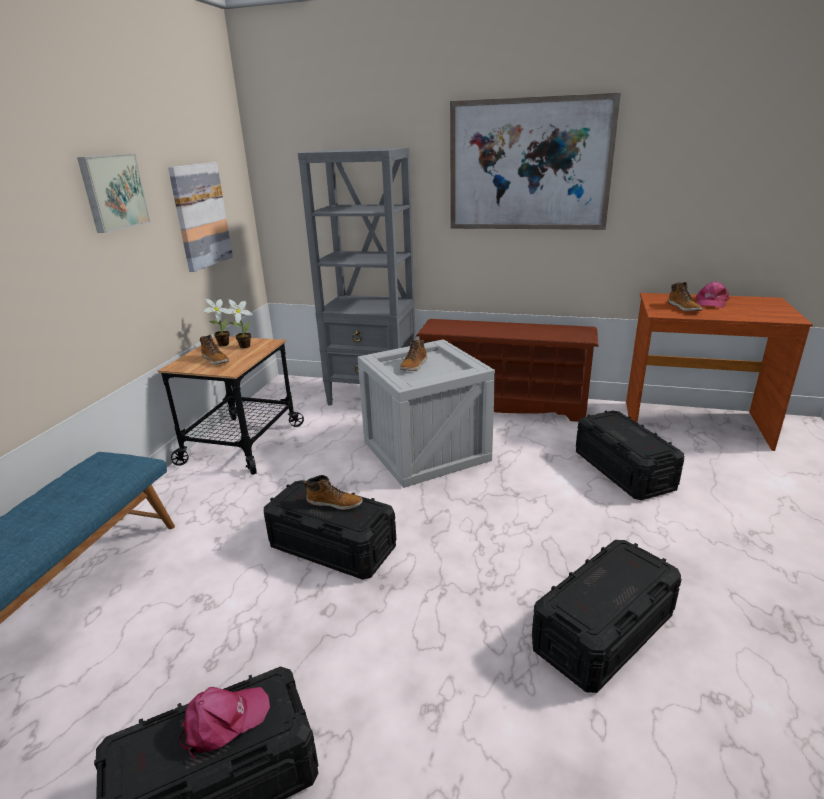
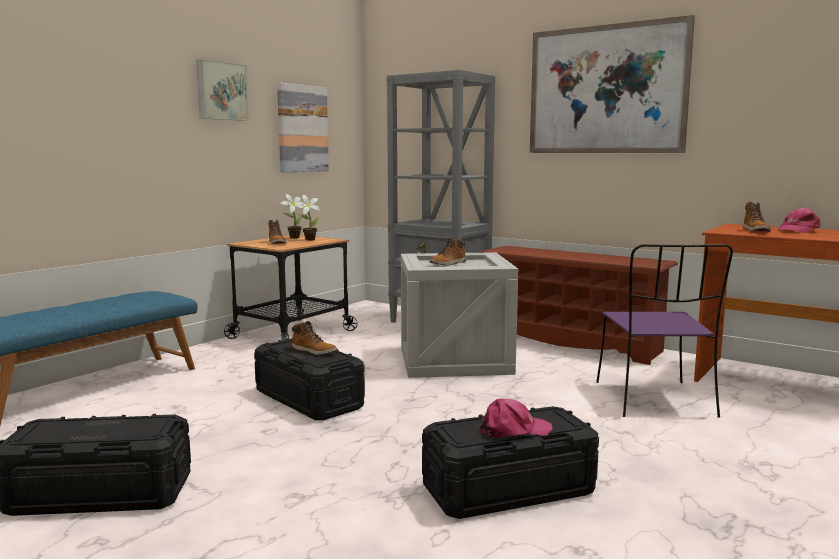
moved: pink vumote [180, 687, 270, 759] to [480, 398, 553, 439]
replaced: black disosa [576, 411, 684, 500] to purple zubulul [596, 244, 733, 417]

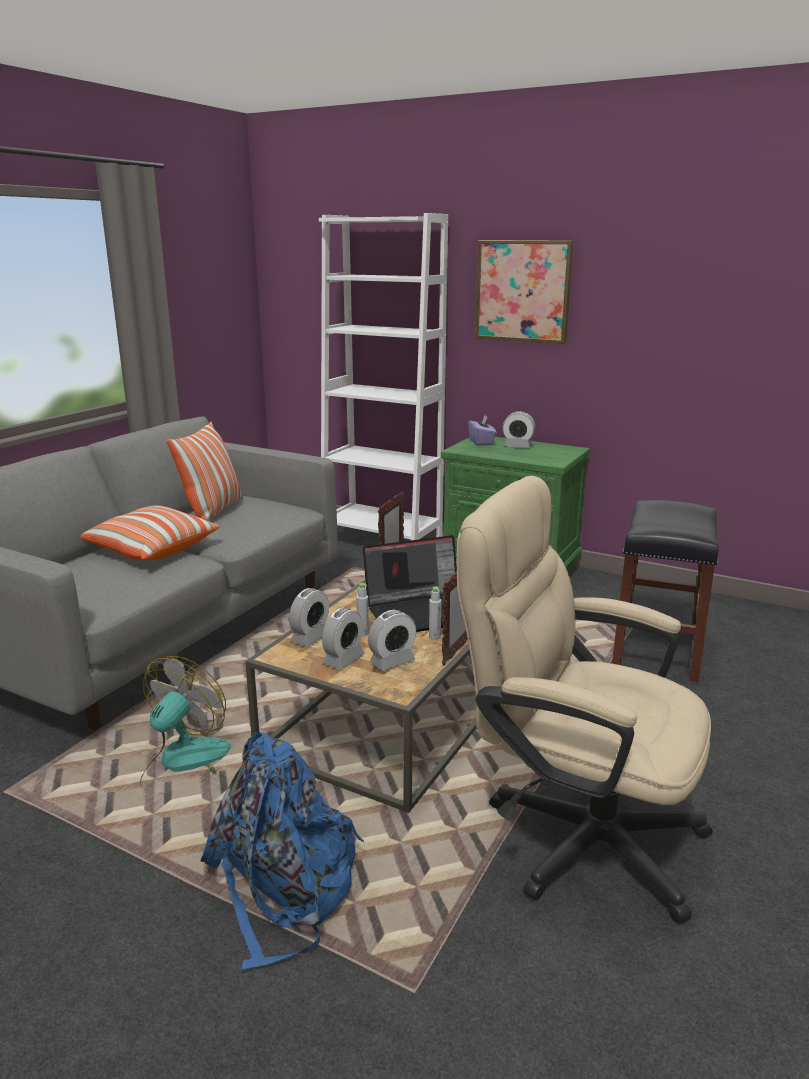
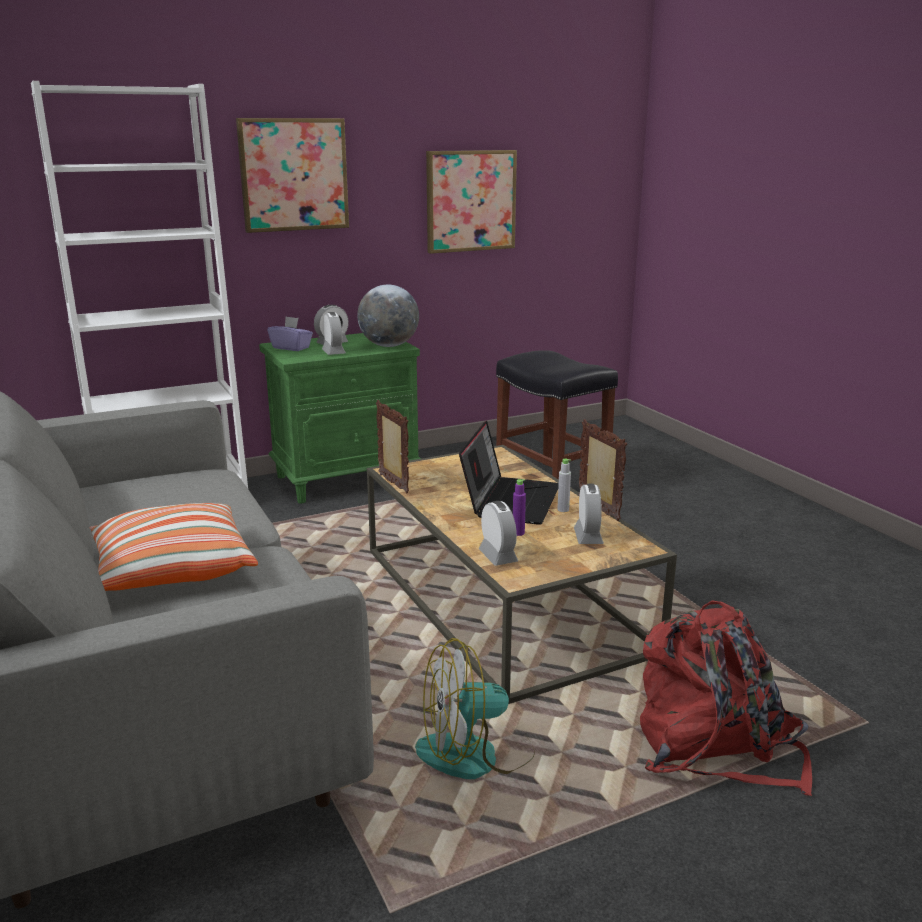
removed: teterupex [167, 422, 243, 521]; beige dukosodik [457, 476, 713, 924]
added: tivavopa [357, 285, 419, 347]; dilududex [426, 150, 517, 254]
moved: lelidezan [322, 608, 365, 670] to [322, 312, 346, 355]
recoloured: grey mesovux [356, 583, 369, 636] to purple mesovux [513, 479, 526, 536]; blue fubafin [201, 732, 364, 970] to red fubafin [640, 600, 812, 796]
turned: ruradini [140, 656, 231, 795] = [415, 638, 535, 779] 75 degrees counterclockwise

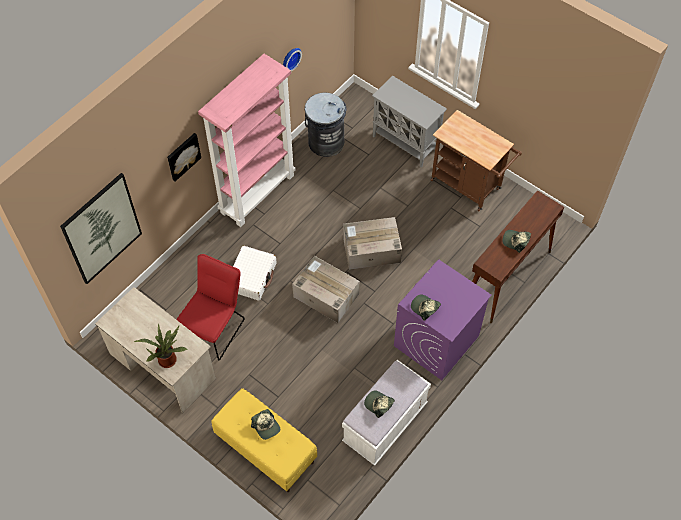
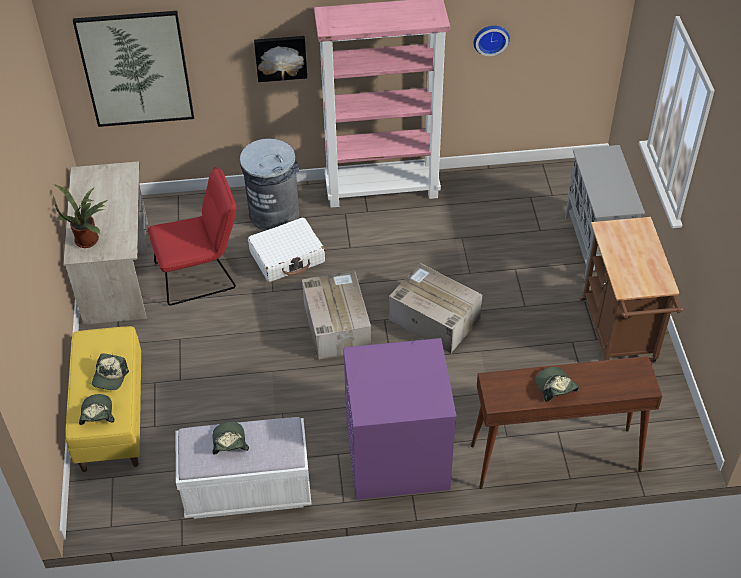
moved: vumote [411, 294, 441, 321] to [79, 394, 115, 425]; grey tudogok [305, 93, 346, 157] to [240, 138, 300, 231]

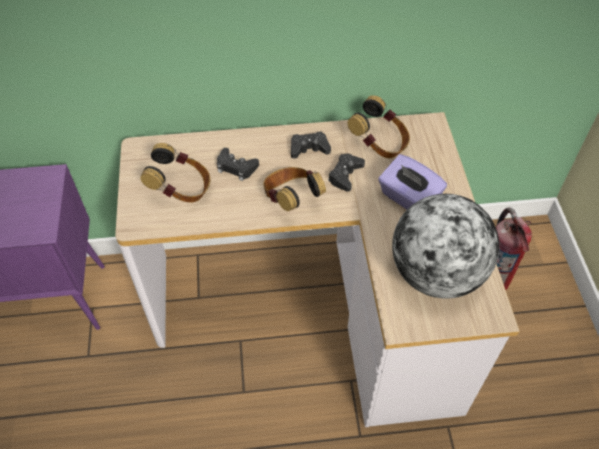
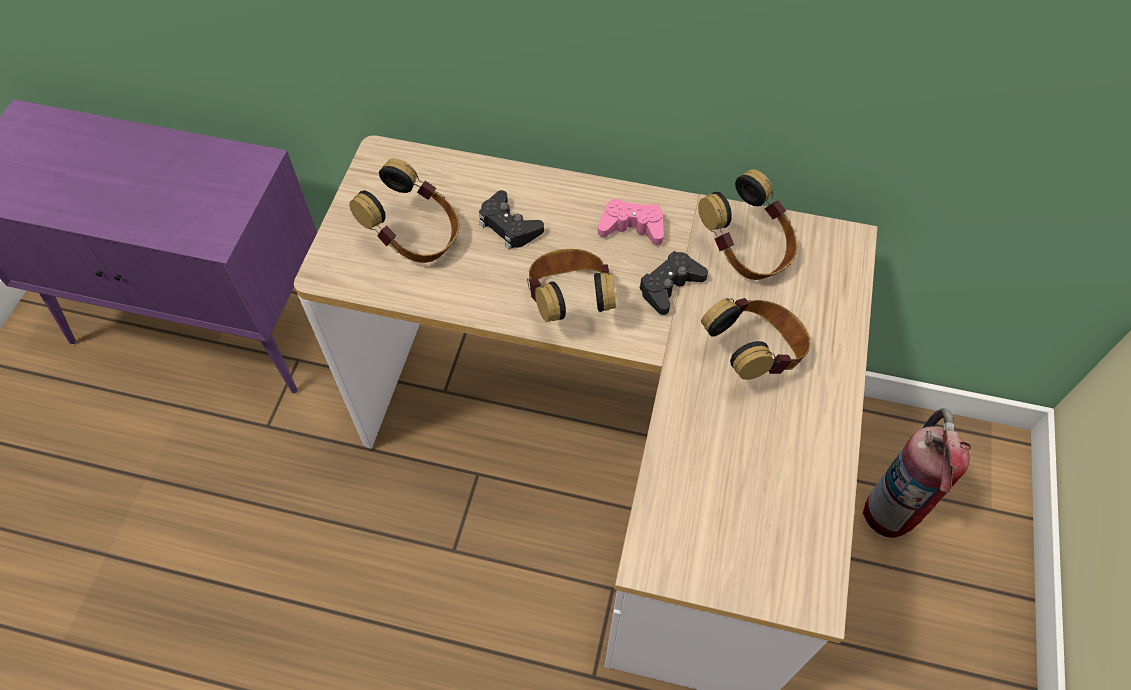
removed: tivavopa [392, 194, 499, 299]
replaced: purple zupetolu [378, 154, 447, 209] to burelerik [701, 298, 811, 380]
recoloured: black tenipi [291, 131, 331, 159] to pink tenipi [598, 198, 664, 245]

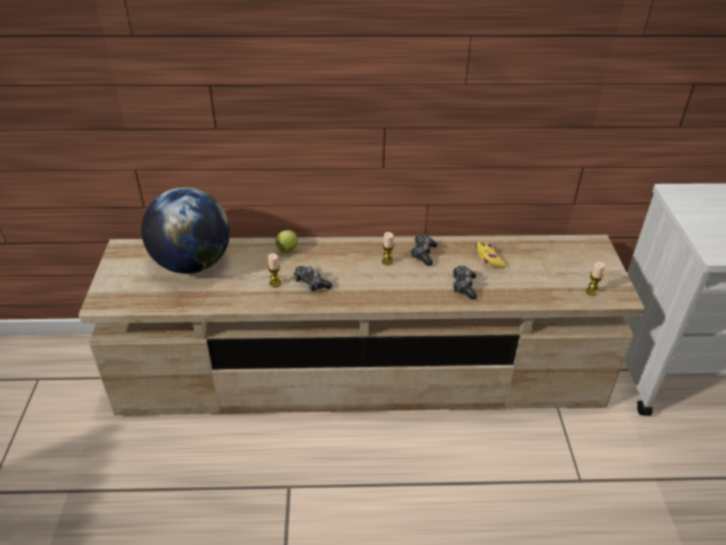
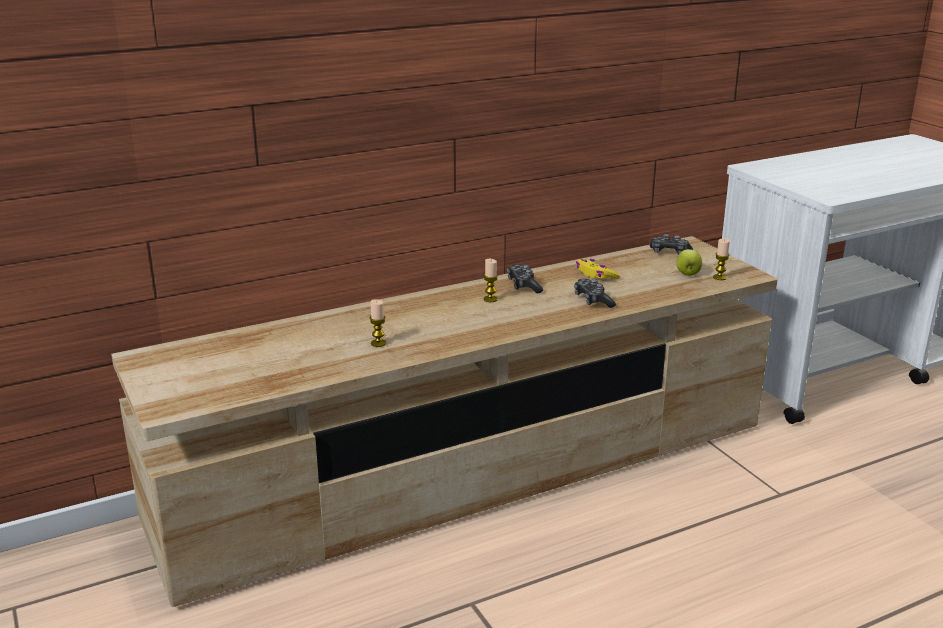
removed: tivavopa [141, 187, 230, 274]
moved: tenipi [293, 266, 332, 292] to [650, 234, 693, 255]; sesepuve [275, 230, 298, 253] to [676, 249, 702, 276]

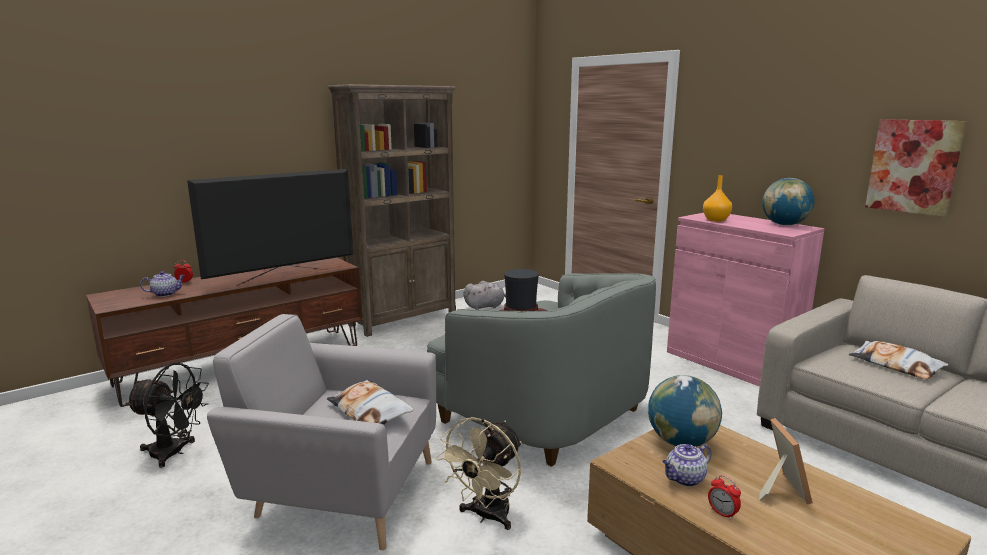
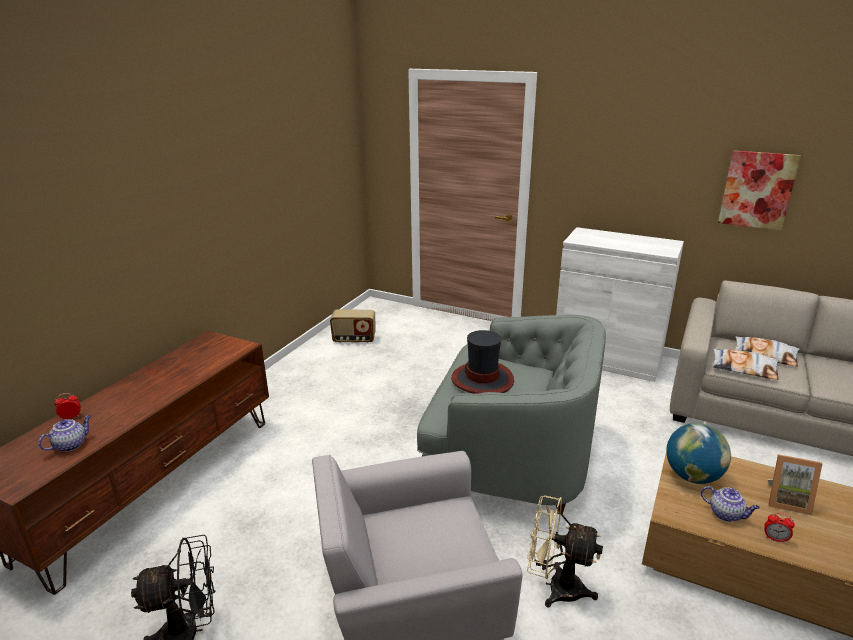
removed: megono [187, 169, 353, 286]; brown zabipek [328, 84, 456, 337]; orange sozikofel [703, 175, 732, 222]; tivavopa [762, 178, 815, 225]
moved: teterupex [327, 380, 414, 424] to [713, 349, 779, 380]
replaced: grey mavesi [463, 281, 506, 310] to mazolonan [330, 310, 376, 343]
recoloured: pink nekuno [667, 213, 825, 387] to white nekuno [556, 227, 684, 382]
turned: beige ruradini [436, 417, 521, 530] = [527, 495, 603, 608] 105 degrees clockwise; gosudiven [662, 444, 711, 487] = [701, 486, 760, 522] 90 degrees counterclockwise; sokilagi [759, 418, 812, 505] = [768, 454, 822, 515] 135 degrees clockwise

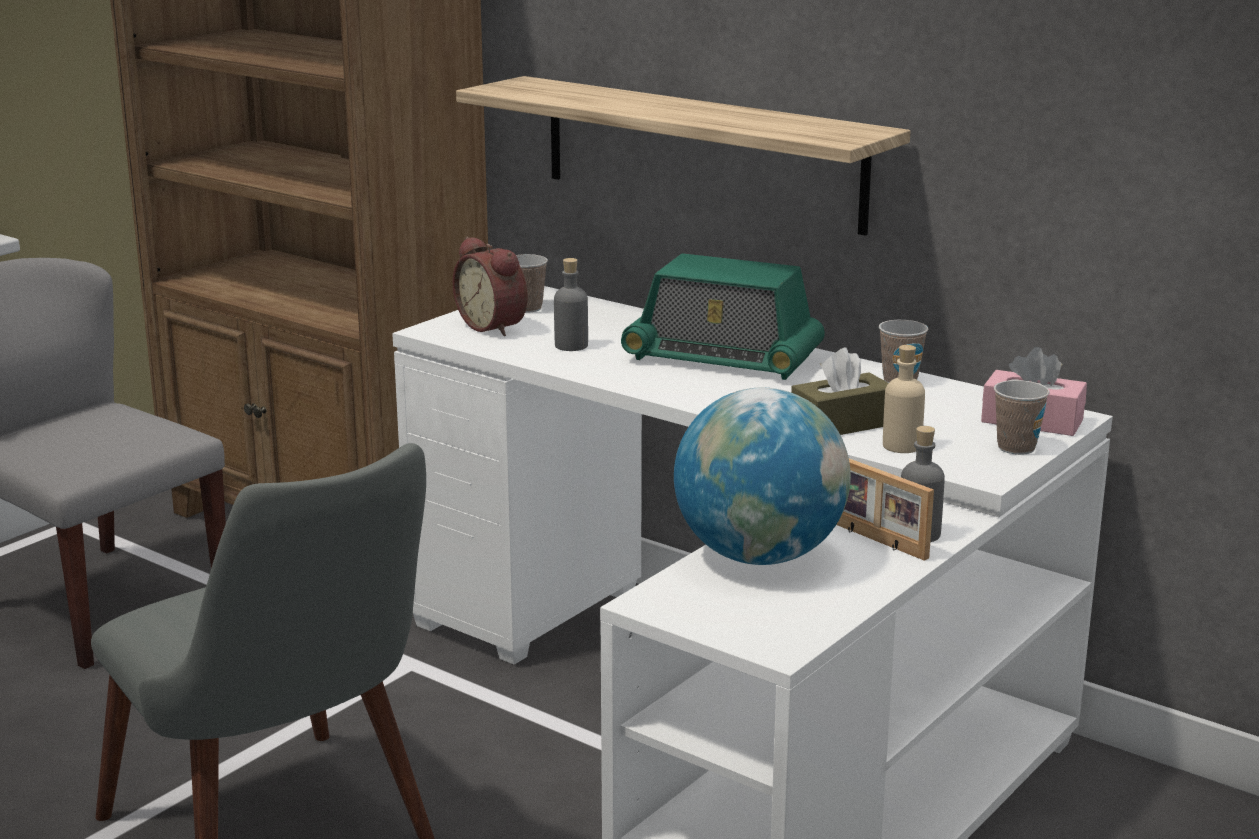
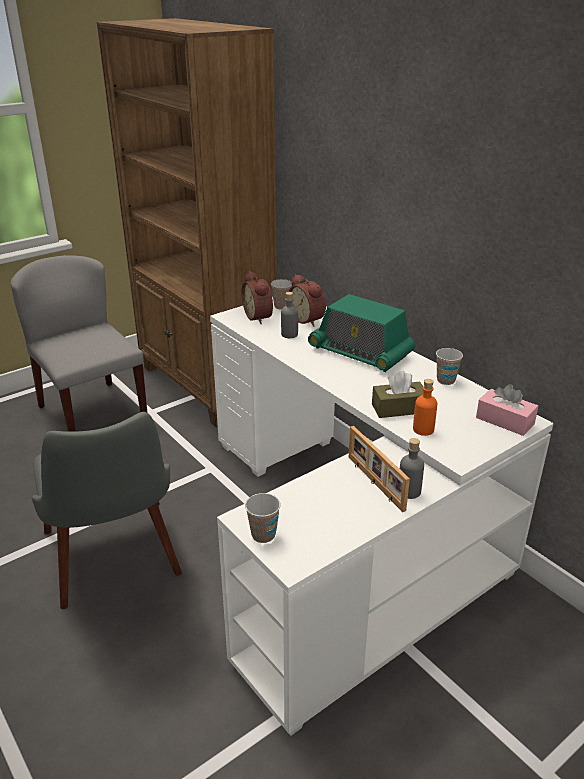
removed: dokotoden [456, 76, 911, 236]; tivavopa [674, 388, 851, 565]
added: lelidezan [289, 274, 326, 327]
moved: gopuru [994, 380, 1049, 455] to [245, 493, 280, 543]
recoloured: beige mesovux [883, 345, 925, 453] to orange mesovux [413, 379, 437, 436]

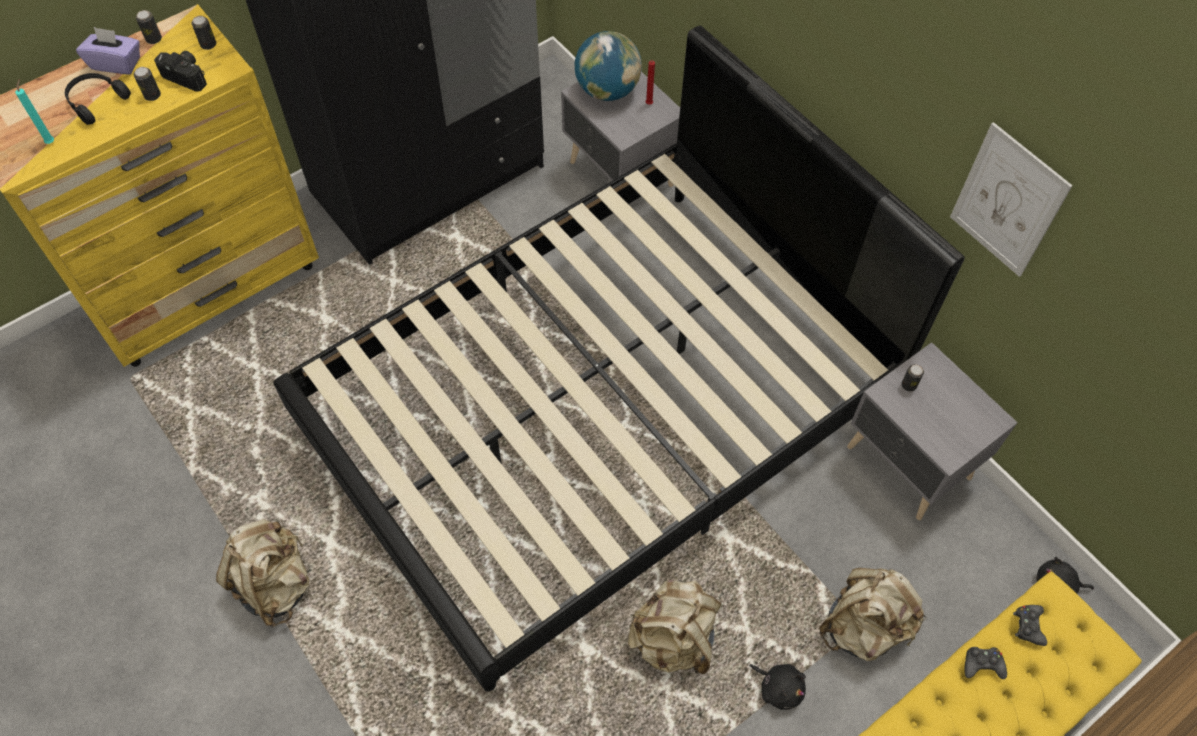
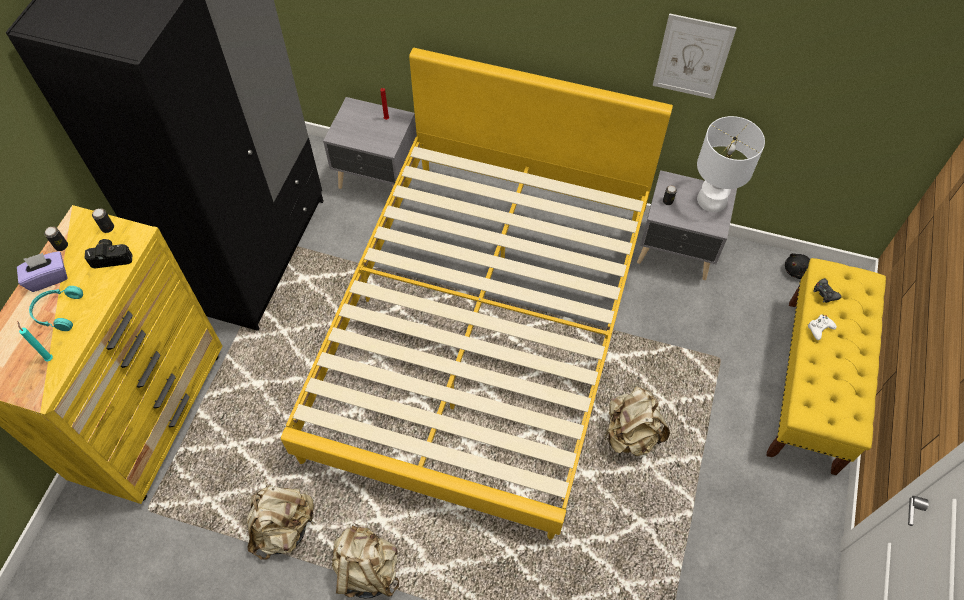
removed: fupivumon [134, 67, 161, 101]; tivavopa [574, 31, 642, 101]; black mavesi [749, 664, 806, 710]
added: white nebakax [697, 116, 765, 212]
moved: beige fubafin [819, 568, 926, 661] to [247, 485, 315, 560]
recoloured: black burelerik [65, 73, 131, 125] to turquoise burelerik [29, 286, 83, 331]; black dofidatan [273, 26, 965, 692] to yellow dofidatan [281, 48, 673, 540]; black tenipi [965, 647, 1007, 679] to white tenipi [808, 314, 837, 340]

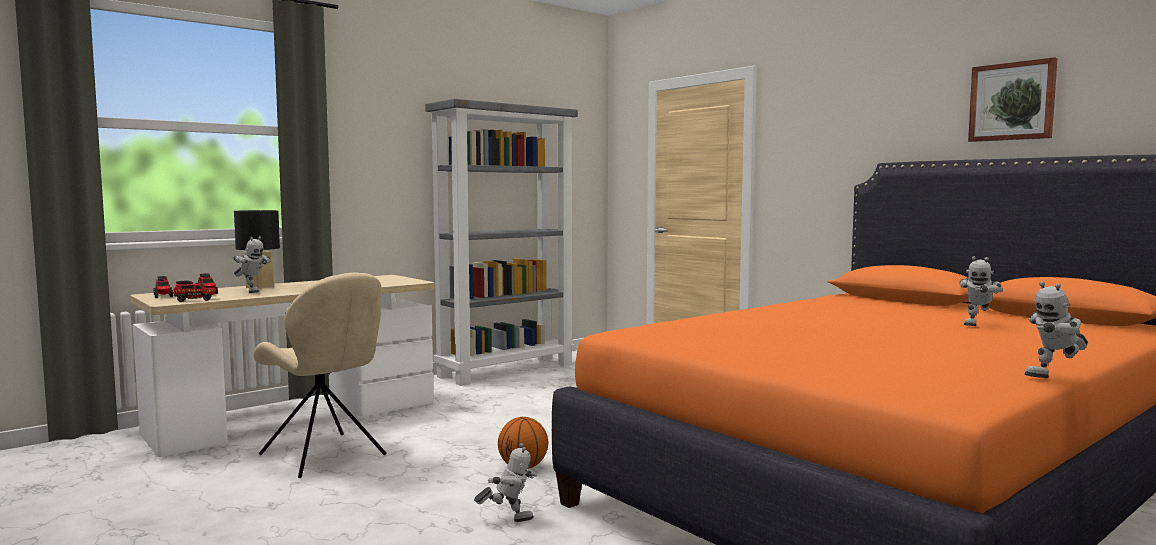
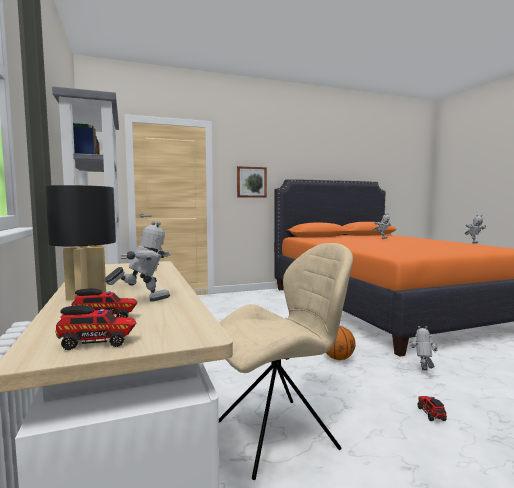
moved: dilududex [968, 57, 1058, 142] to [237, 166, 267, 198]; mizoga [173, 280, 217, 302] to [418, 396, 447, 421]

